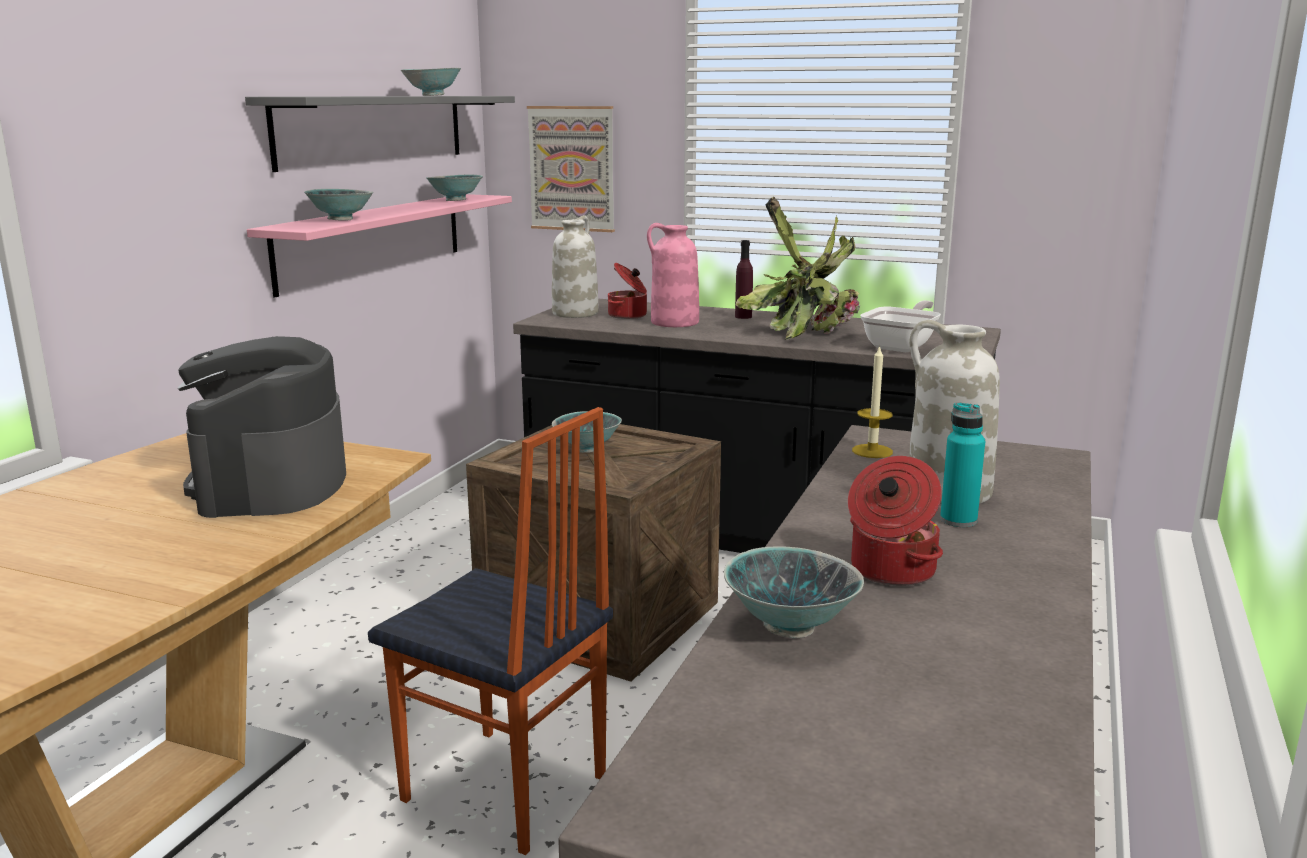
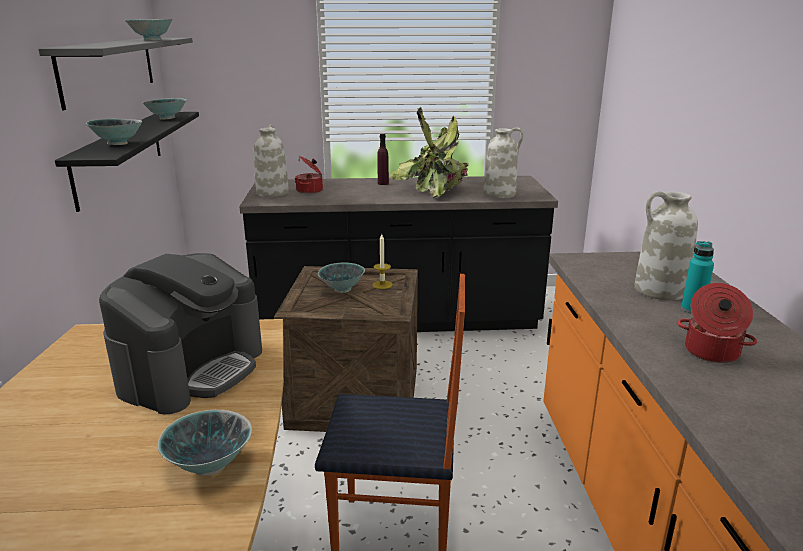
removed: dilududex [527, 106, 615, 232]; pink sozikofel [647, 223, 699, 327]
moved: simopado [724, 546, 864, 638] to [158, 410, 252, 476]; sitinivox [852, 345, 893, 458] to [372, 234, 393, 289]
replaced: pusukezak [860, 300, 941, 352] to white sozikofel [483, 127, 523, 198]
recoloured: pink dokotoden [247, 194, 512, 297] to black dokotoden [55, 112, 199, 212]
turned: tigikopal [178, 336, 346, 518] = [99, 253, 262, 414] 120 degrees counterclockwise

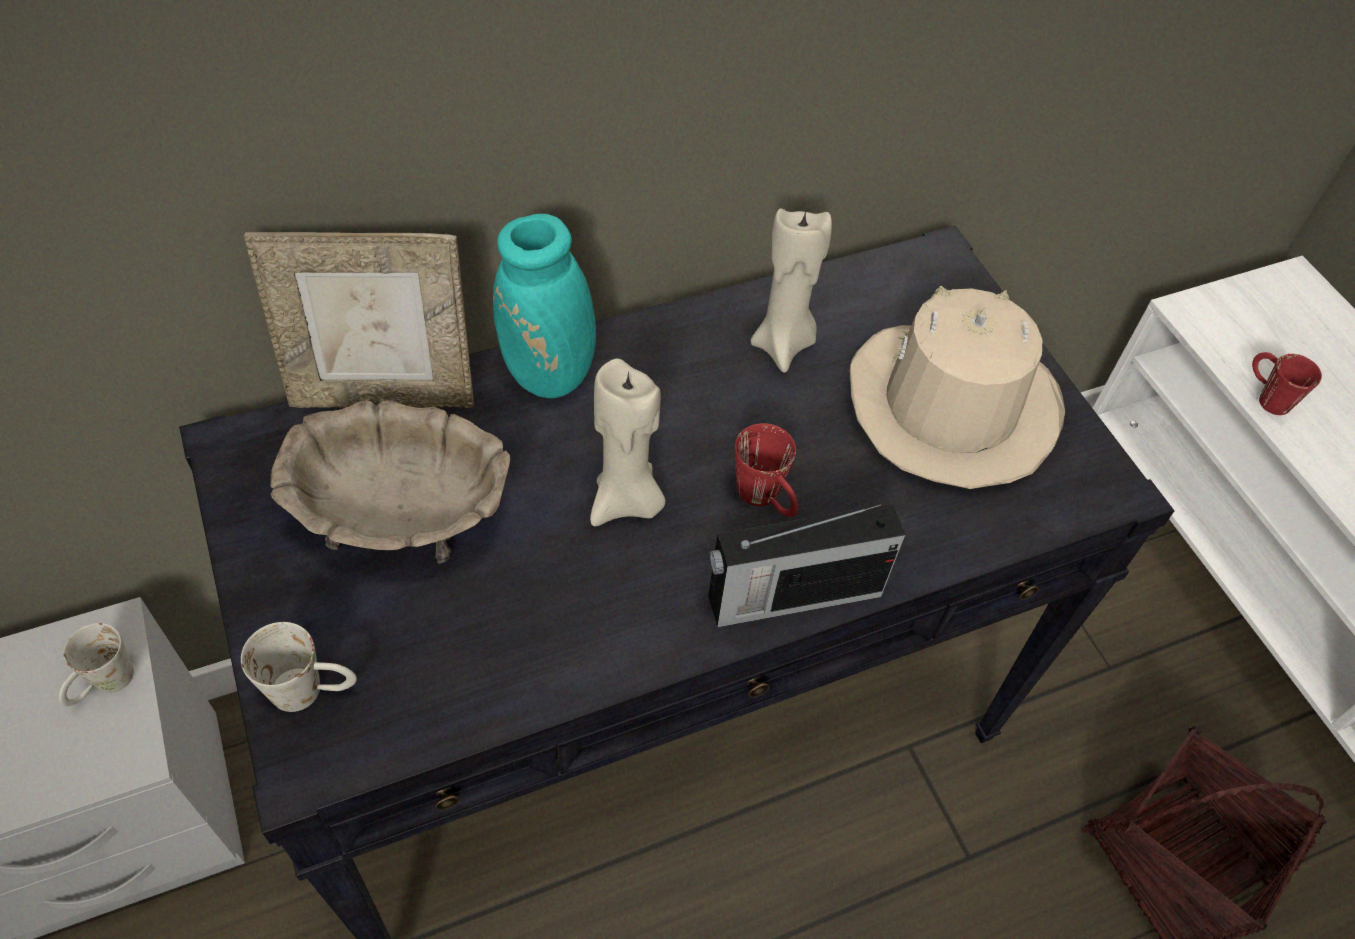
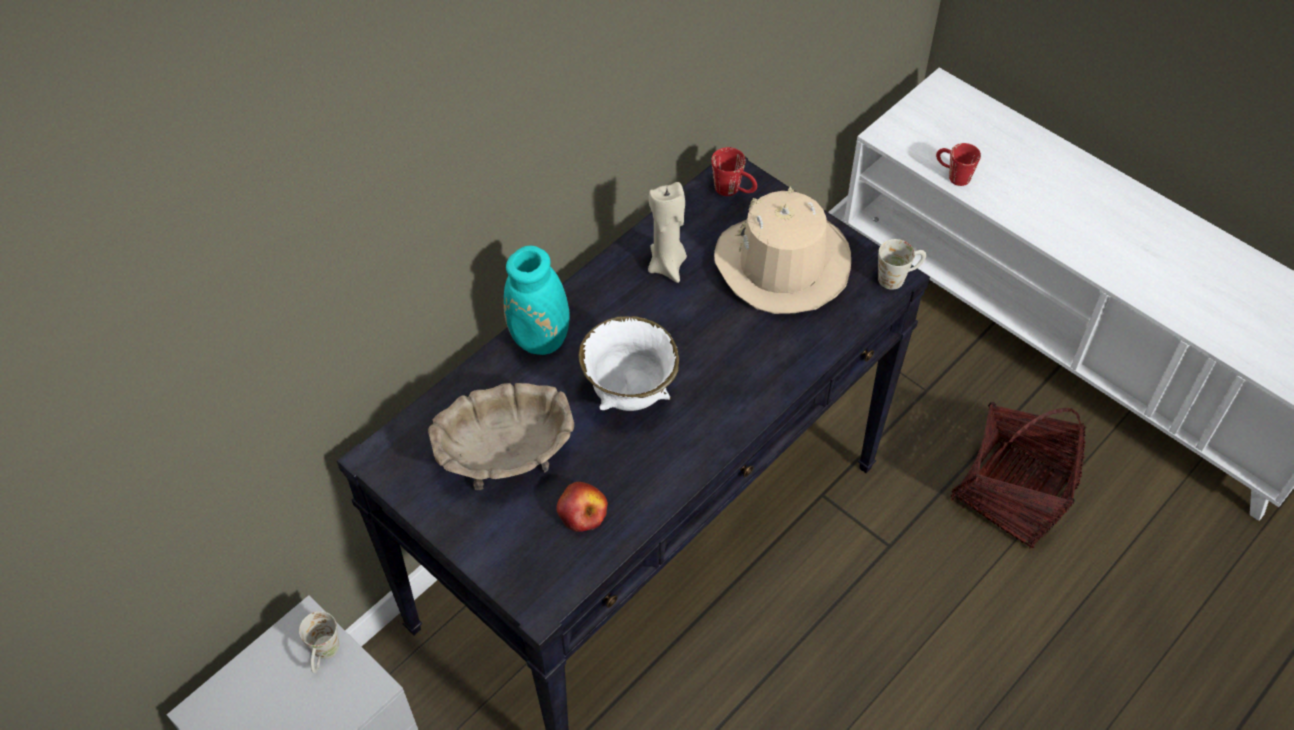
removed: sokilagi [244, 232, 474, 408]; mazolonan [708, 503, 905, 627]
added: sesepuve [556, 482, 608, 532]
moved: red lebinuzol [735, 423, 798, 517] to [711, 147, 757, 196]; white lebinuzol [241, 622, 357, 712] to [878, 239, 926, 290]
replaced: beige sitinivox [590, 359, 665, 526] to white simopado [579, 316, 679, 411]

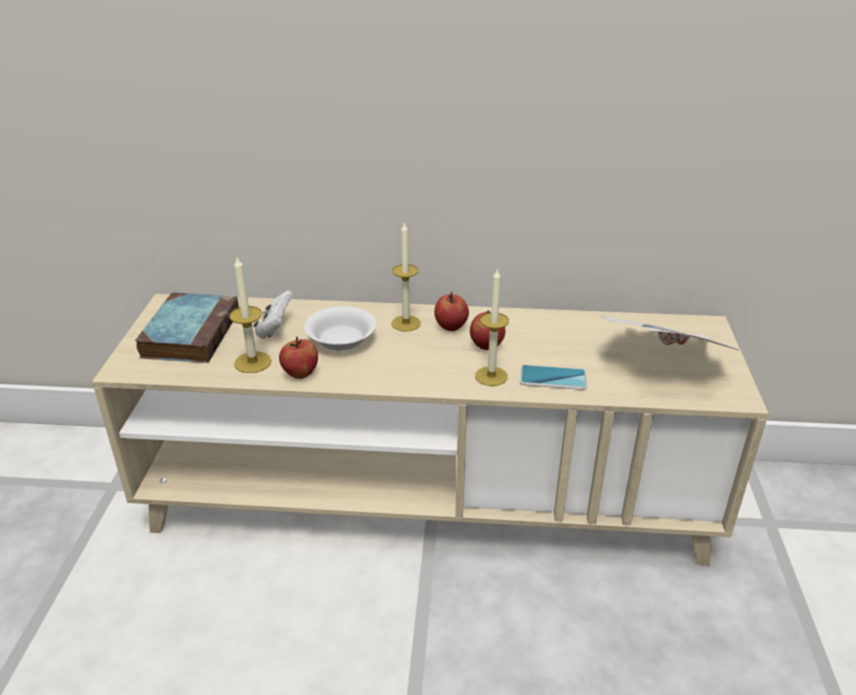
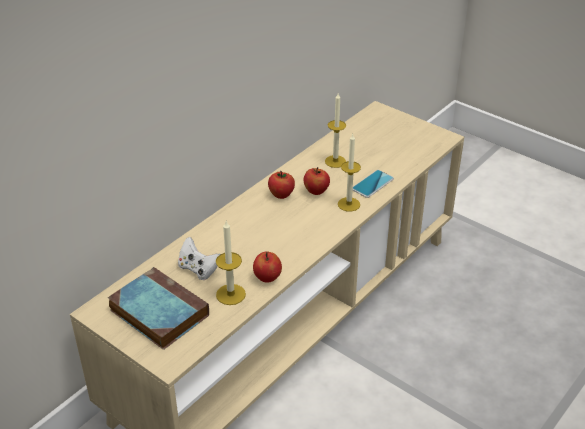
removed: white simopado [304, 306, 376, 351]; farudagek [601, 315, 740, 351]
moved: sitinivox [391, 222, 421, 331] to [325, 93, 346, 168]

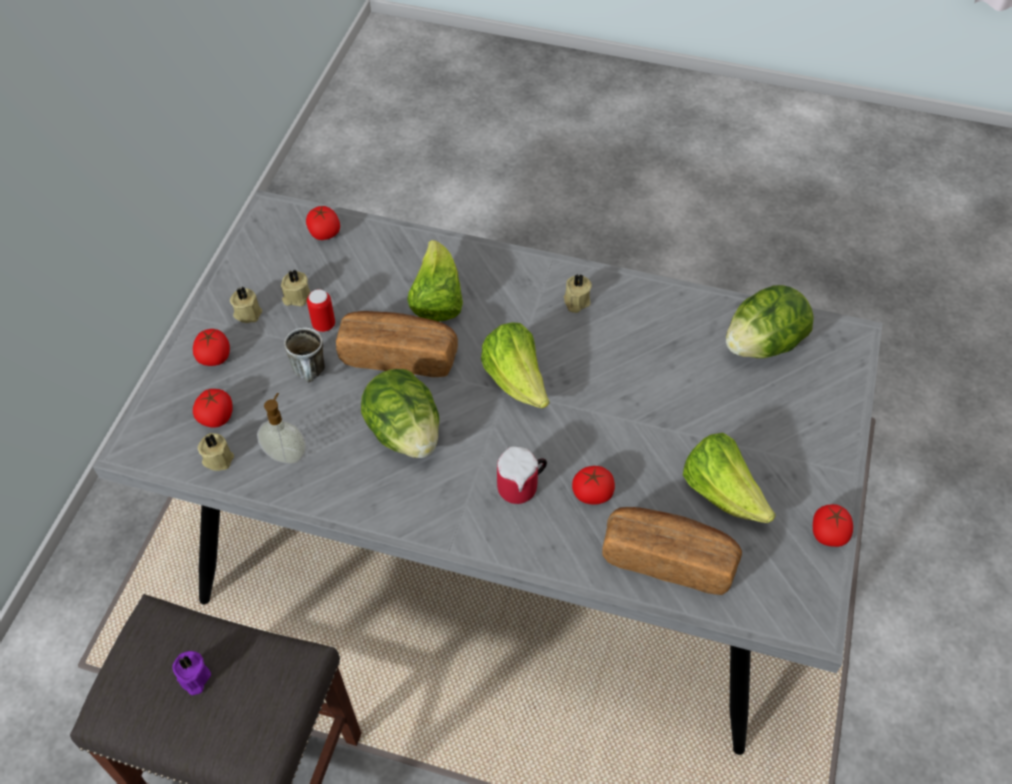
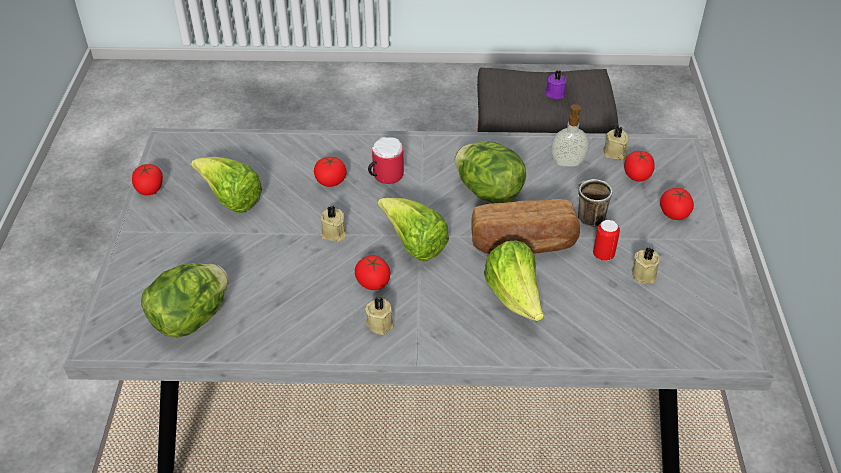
removed: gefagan [602, 507, 742, 595]
moved: beige sitinivox [230, 287, 262, 323] to [321, 206, 346, 242]; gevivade [306, 205, 340, 240] to [355, 255, 391, 290]

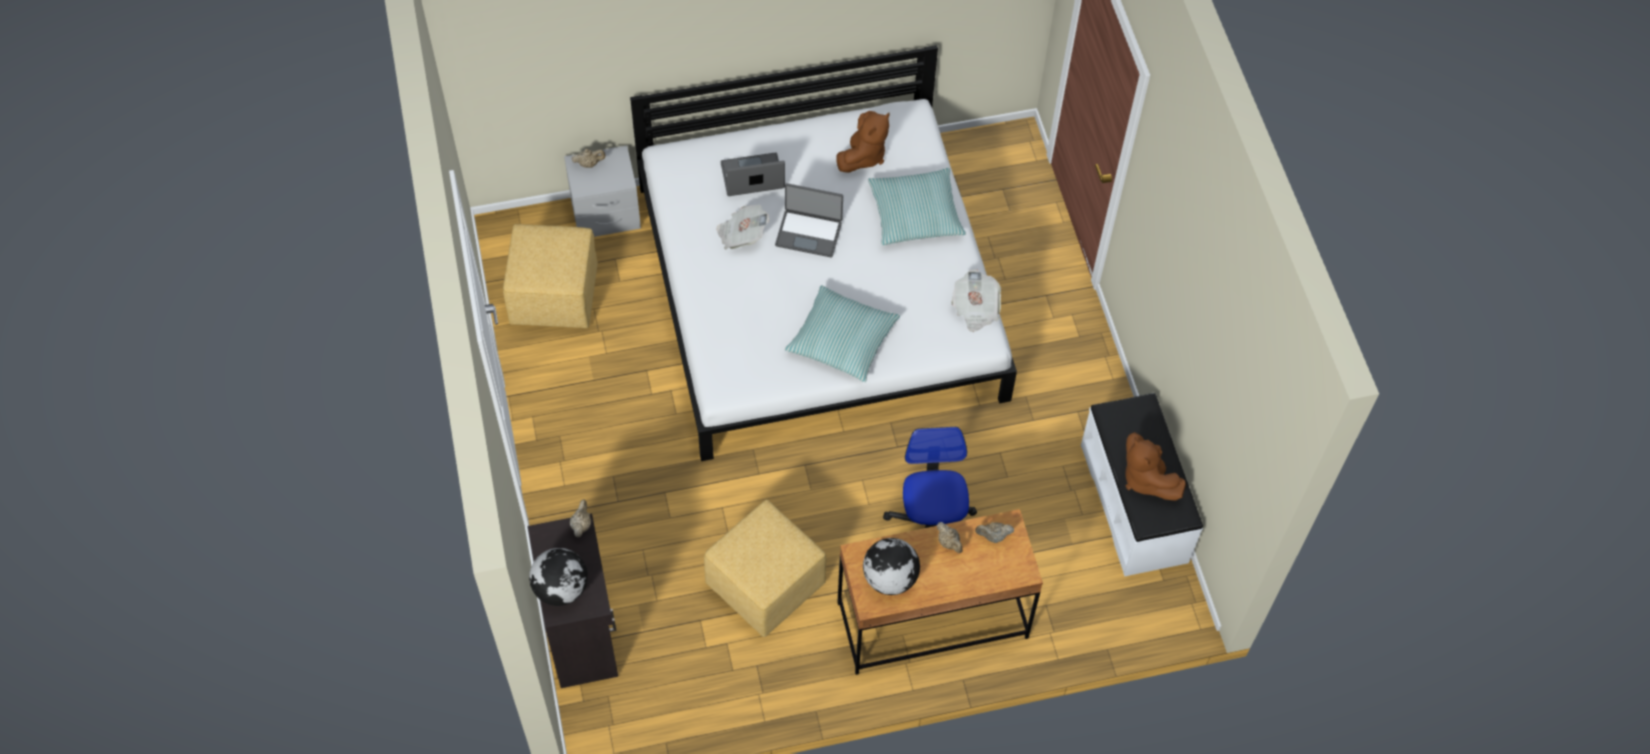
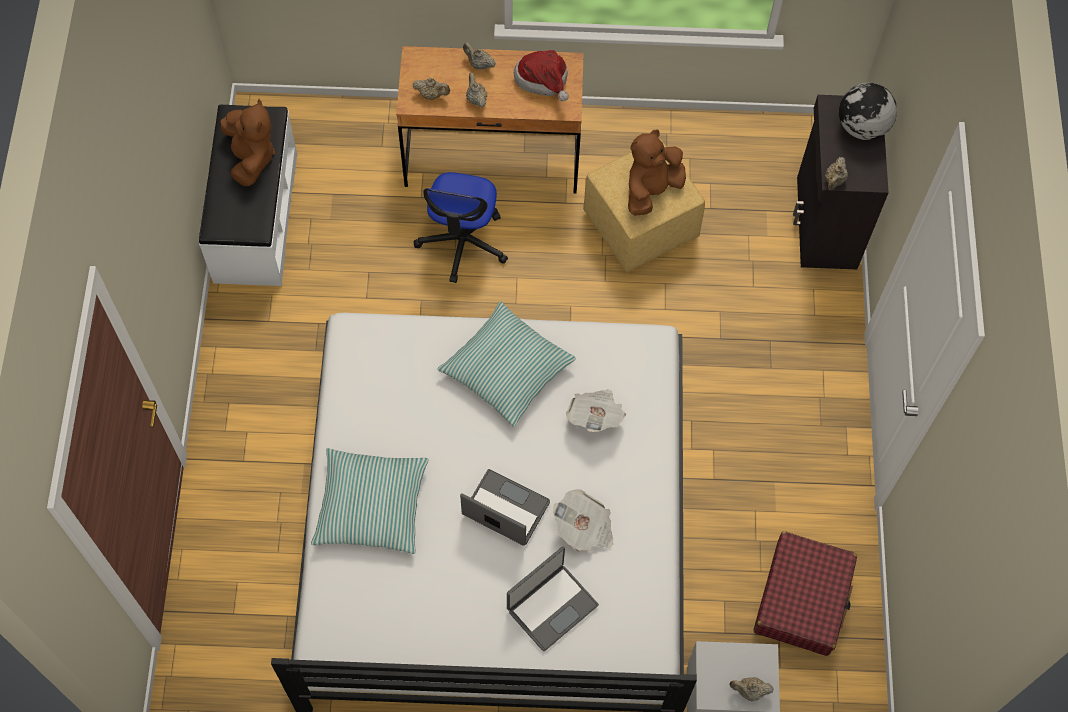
added: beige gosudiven [463, 42, 496, 70]
moved: farudagek [951, 269, 1001, 332] to [566, 389, 626, 432]; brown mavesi [836, 111, 890, 173] to [628, 129, 686, 216]
replaced: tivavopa [863, 538, 920, 595] to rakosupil [514, 50, 569, 101]; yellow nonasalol [503, 224, 598, 328] to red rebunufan [753, 531, 857, 656]
turned: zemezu [721, 152, 785, 196] = [507, 546, 599, 651] 45 degrees counterclockwise

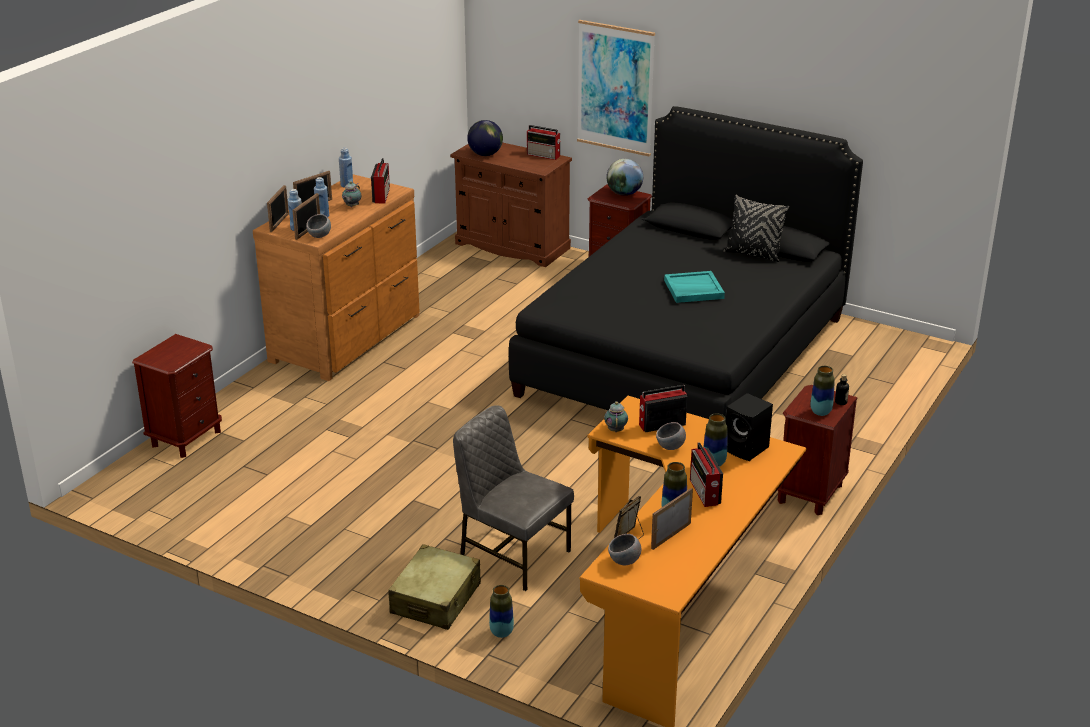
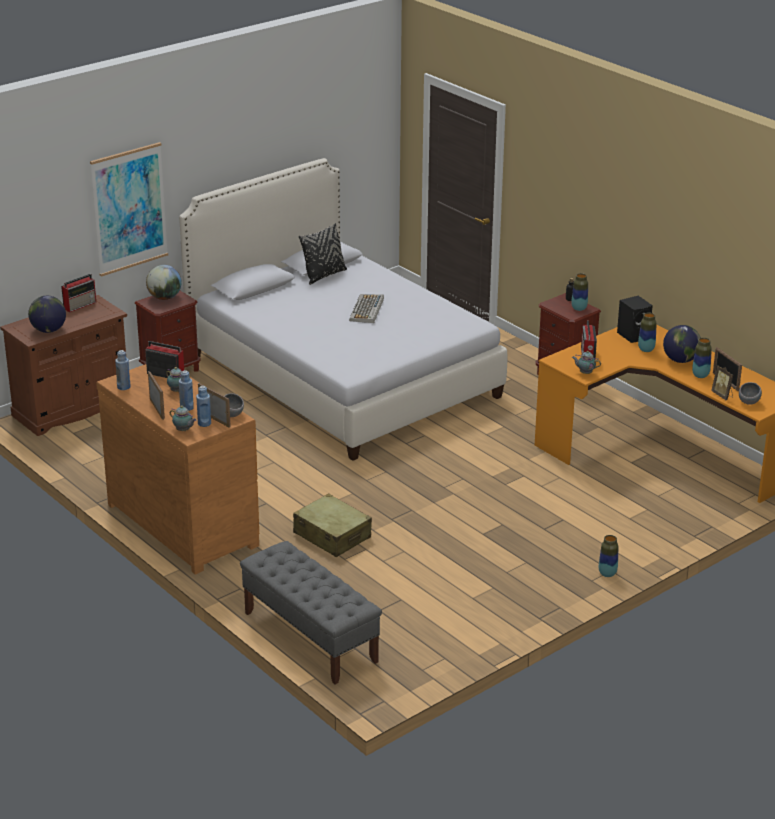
removed: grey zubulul [453, 405, 574, 591]; grey simopado [656, 422, 686, 450]
moved: beige rebunufan [388, 544, 481, 630] to [293, 494, 372, 557]; sozikofel [489, 585, 514, 638] to [599, 535, 618, 577]
replaced: sokilagi [267, 185, 289, 232] to gosudiven [170, 405, 196, 431]; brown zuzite [132, 334, 222, 458] to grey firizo [240, 541, 382, 684]; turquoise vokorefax [664, 271, 725, 303] to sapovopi [349, 294, 384, 323]; mazolonan [690, 442, 723, 507] to tivavopa [663, 325, 701, 363]
recoloured: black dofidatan [509, 106, 863, 419] to white dofidatan [179, 158, 507, 461]

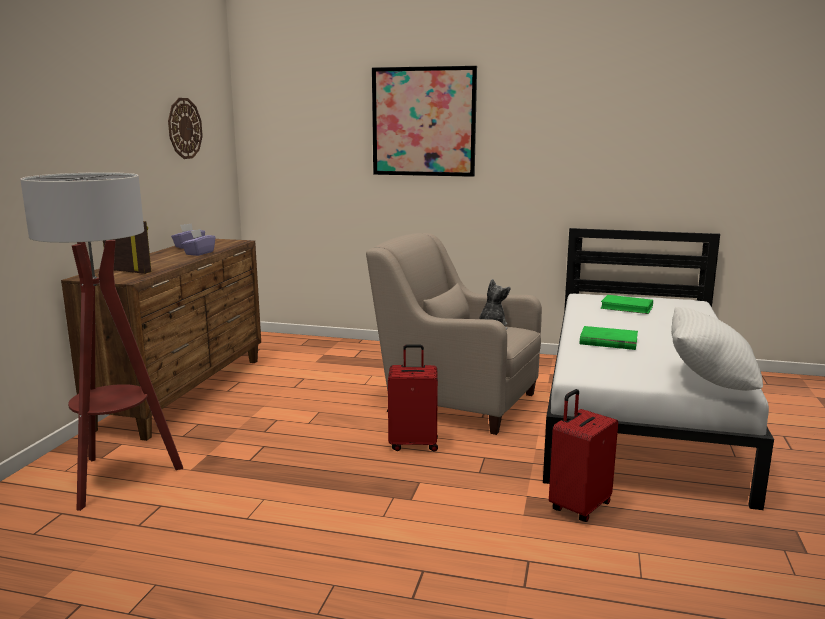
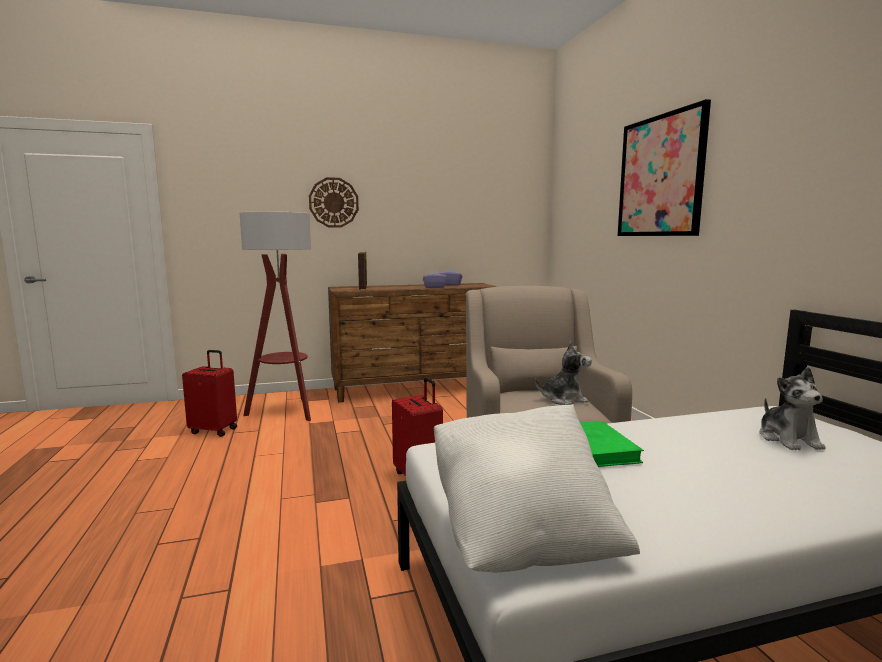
moved: red rebunufan [549, 389, 618, 522] to [182, 350, 237, 437]; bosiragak [168, 98, 203, 159] to [309, 177, 359, 228]
replaced: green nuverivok [600, 295, 653, 314] to mavesi [760, 367, 825, 450]

